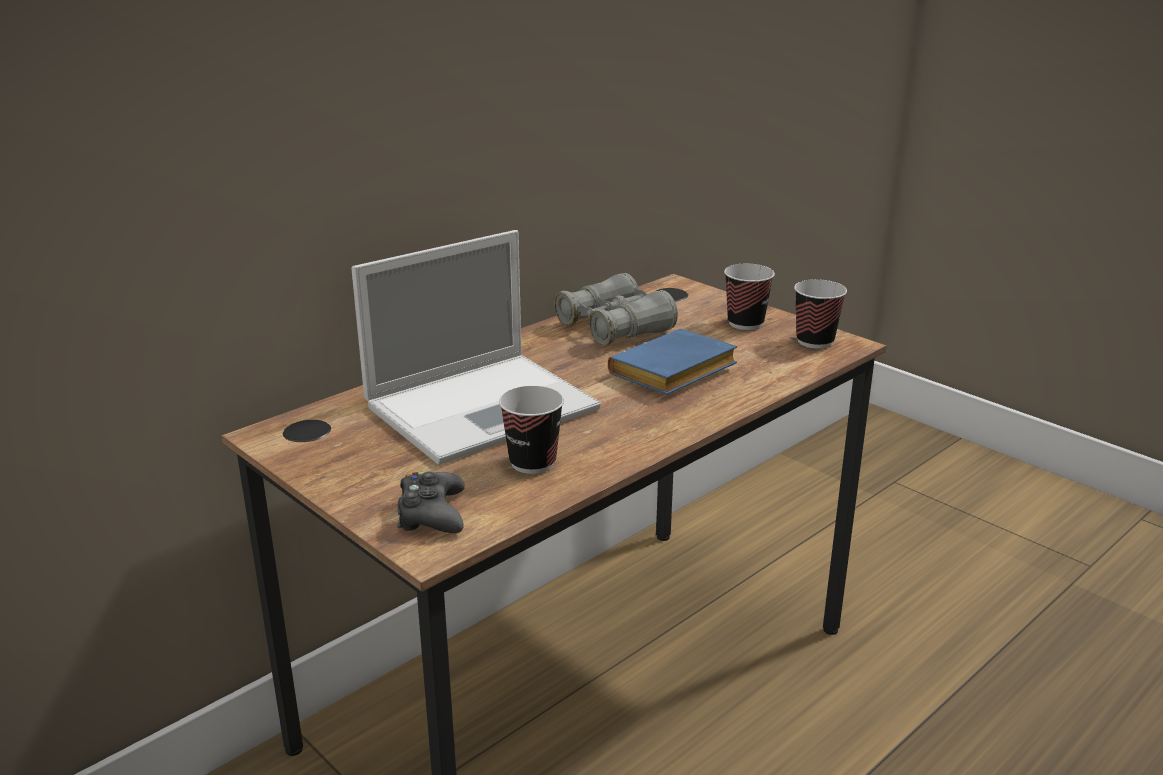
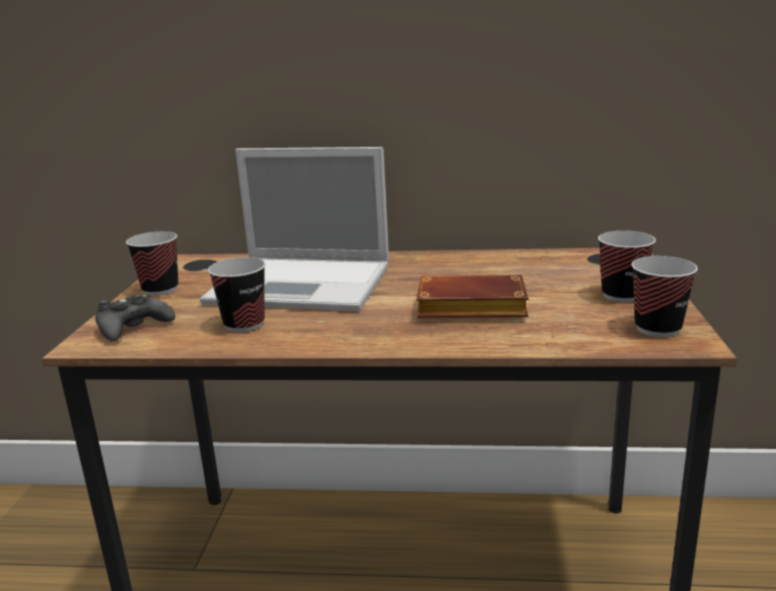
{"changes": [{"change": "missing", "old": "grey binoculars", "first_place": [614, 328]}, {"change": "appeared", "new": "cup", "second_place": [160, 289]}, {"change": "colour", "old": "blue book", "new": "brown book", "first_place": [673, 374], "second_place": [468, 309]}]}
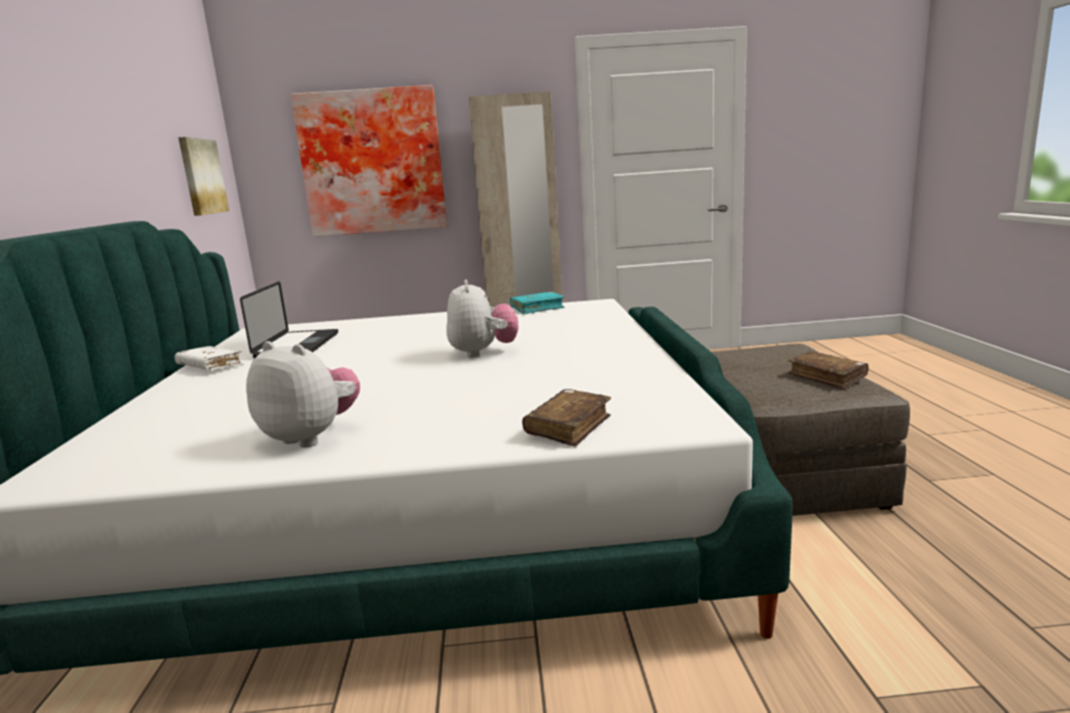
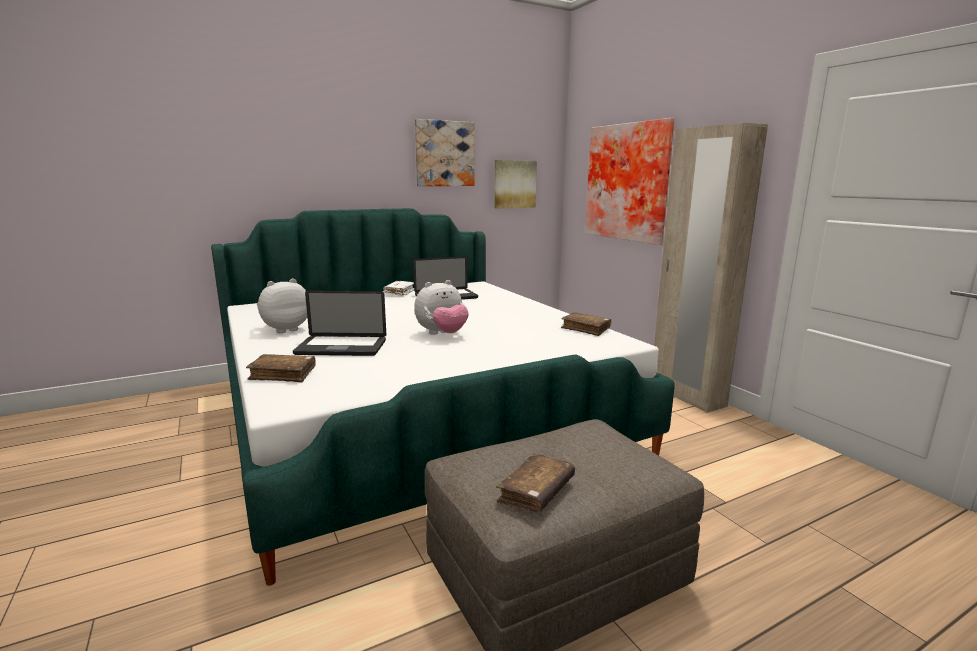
{"changes": [{"change": "appeared", "new": "laptop", "second_place": [341, 347]}, {"change": "appeared", "new": "picture", "second_place": [444, 154]}, {"change": "colour", "old": "turquoise book", "new": "brown book", "first_place": [537, 309], "second_place": [586, 329]}, {"change": "spun", "old": "plush toy", "first_place": [311, 437], "second_place": [284, 329], "degrees": -135}]}
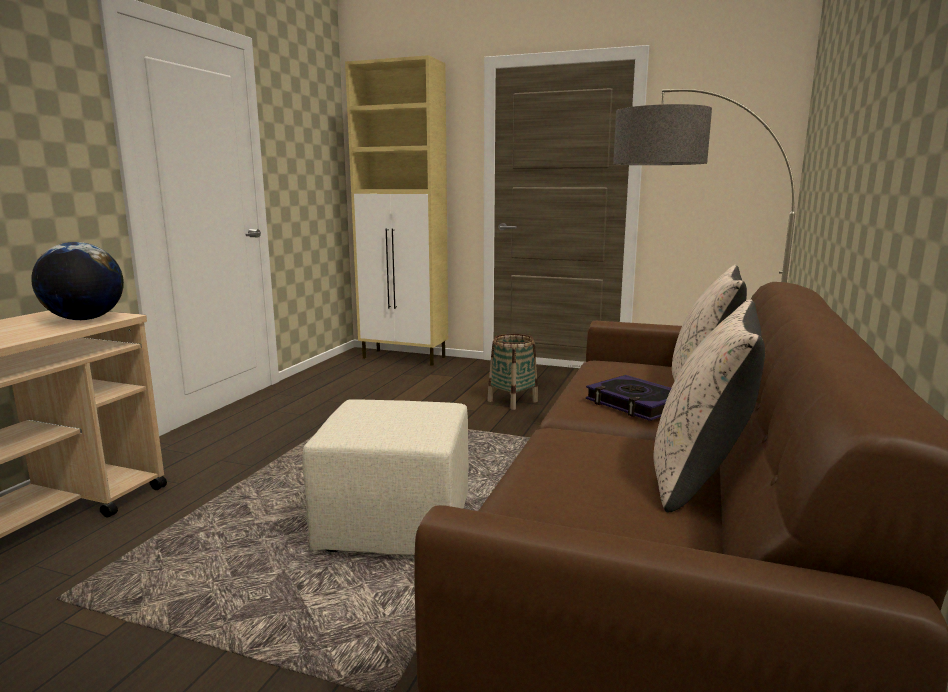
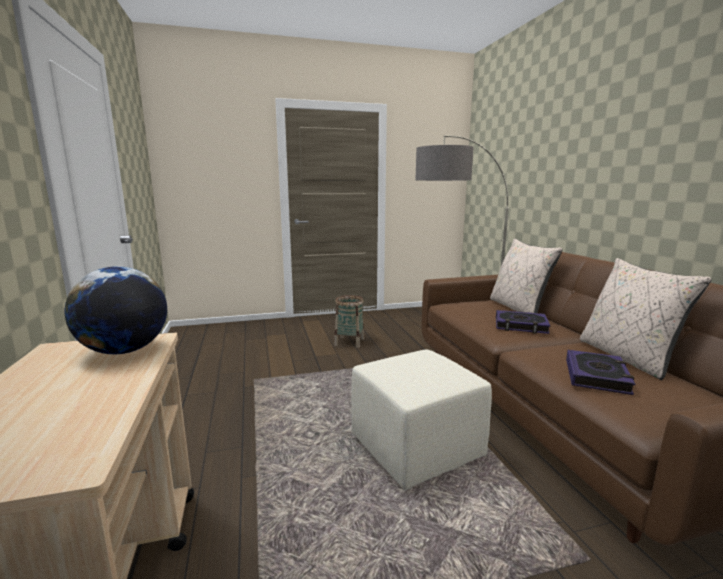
{"changes": [{"change": "missing", "old": "beige cabinet", "first_place": [405, 358]}, {"change": "appeared", "new": "book", "second_place": [597, 376]}]}
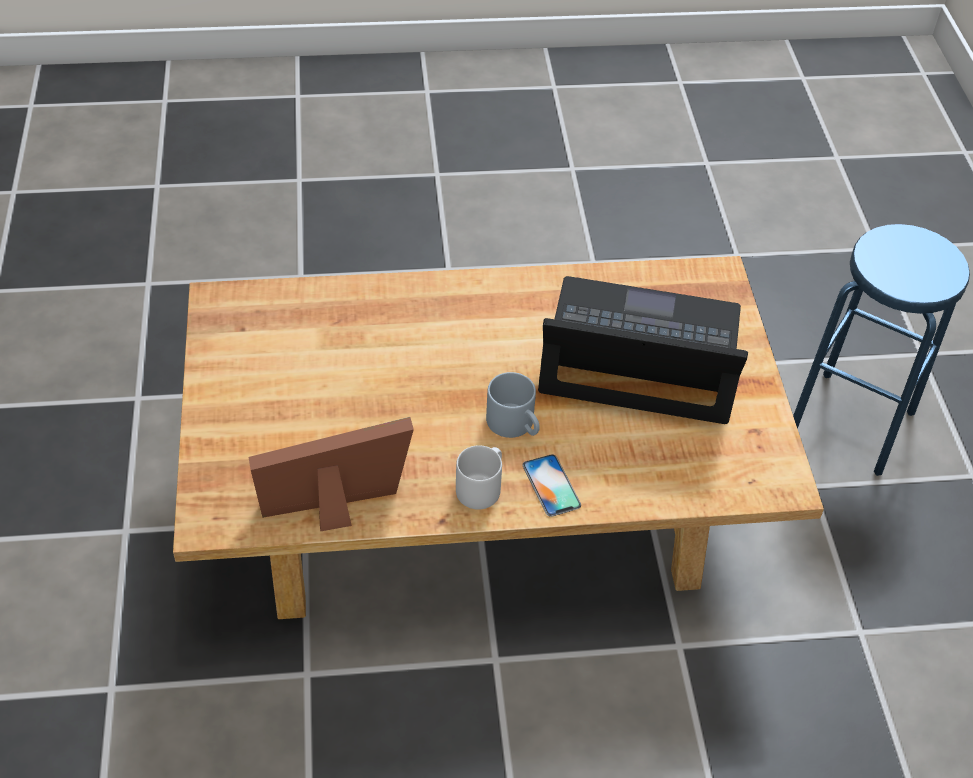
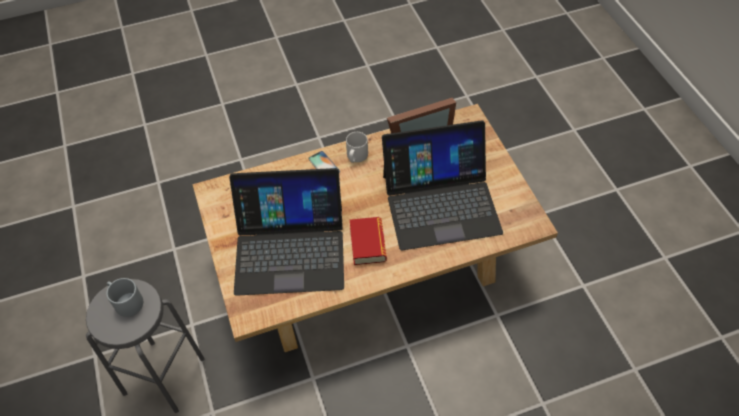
{"changes": [{"change": "appeared", "new": "book", "second_place": [368, 244]}, {"change": "appeared", "new": "laptop", "second_place": [440, 203]}, {"change": "relocated", "old": "grey mug", "first_place": [516, 424], "second_place": [125, 301]}, {"change": "colour", "old": "blue stool", "new": "grey stool", "first_place": [852, 422], "second_place": [163, 376]}]}
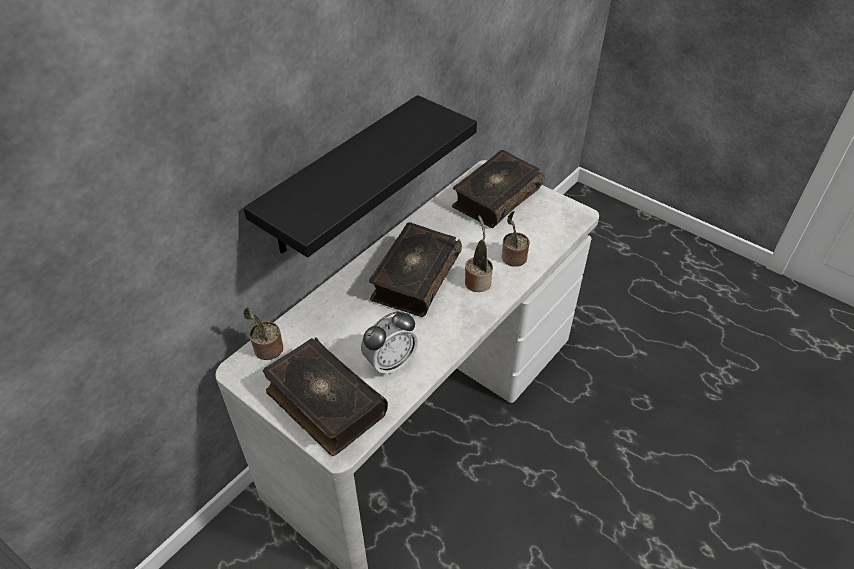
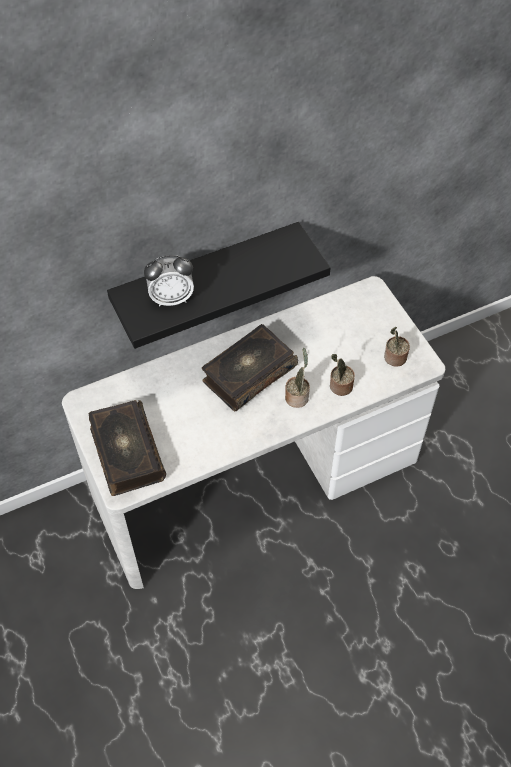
{"changes": [{"change": "missing", "old": "book", "first_place": [495, 197]}, {"change": "relocated", "old": "potted plant", "first_place": [267, 350], "second_place": [394, 358]}, {"change": "relocated", "old": "alarm clock", "first_place": [390, 363], "second_place": [171, 298]}]}
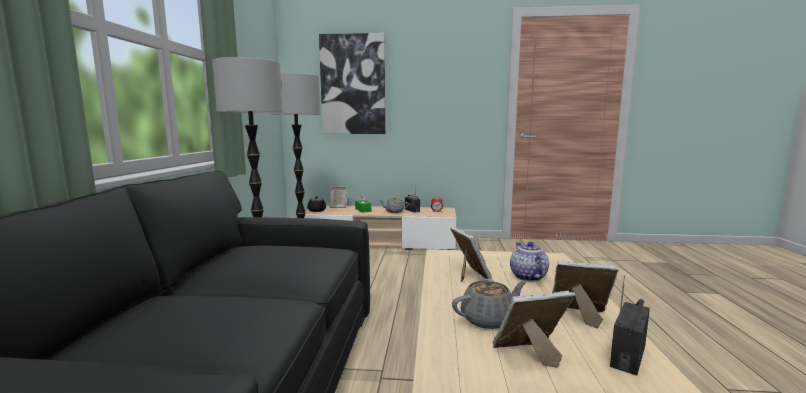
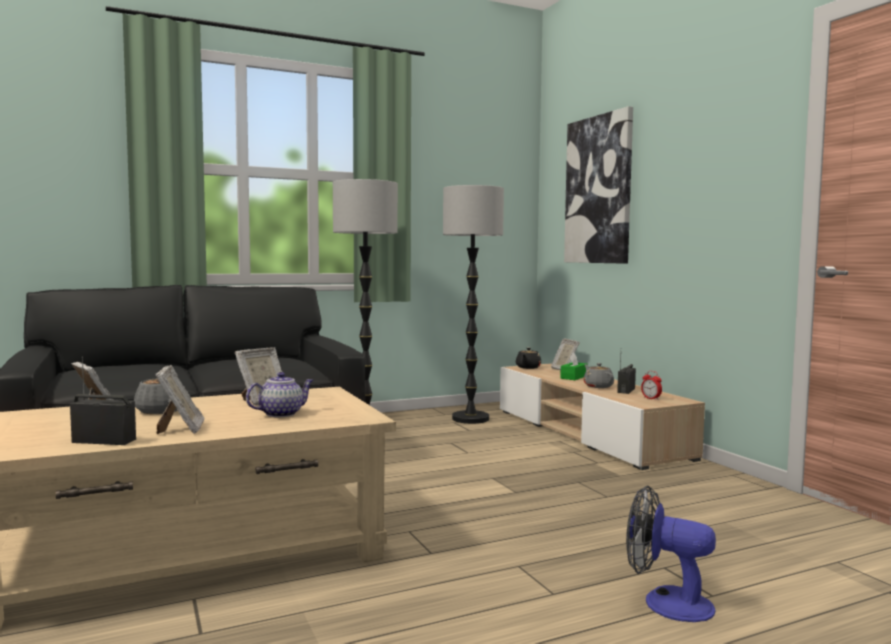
{"changes": [{"change": "appeared", "new": "fan", "second_place": [666, 602]}]}
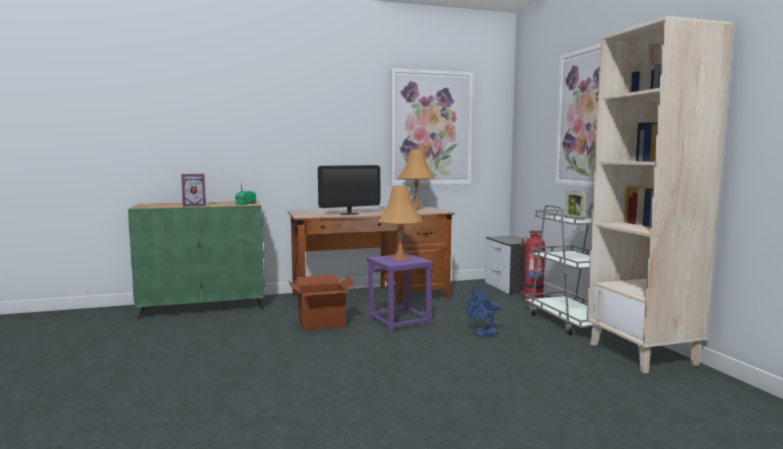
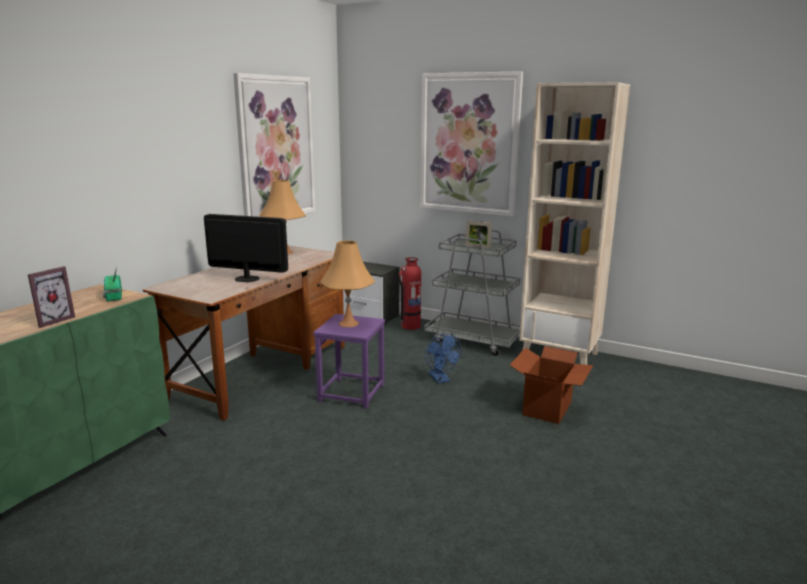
{"changes": [{"change": "relocated", "old": "cardboard box", "first_place": [322, 324], "second_place": [548, 408]}, {"change": "spun", "old": "monitor", "first_place": [349, 213], "second_place": [247, 279], "degrees": -90}, {"change": "spun", "old": "blue fan", "first_place": [481, 334], "second_place": [441, 379], "degrees": -45}]}
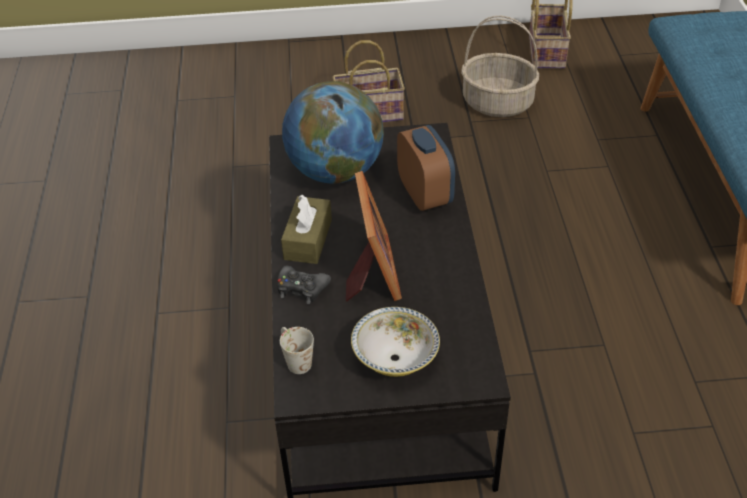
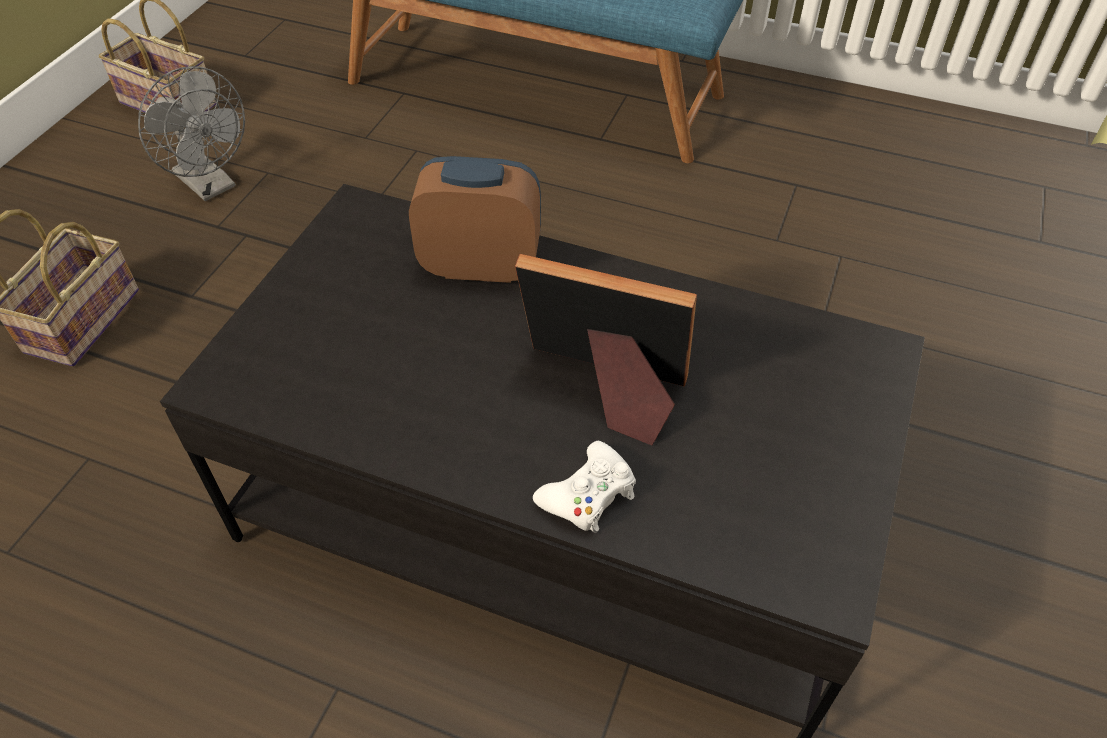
{"changes": [{"change": "missing", "old": "white mug", "first_place": [295, 359]}, {"change": "missing", "old": "brown tissue box", "first_place": [308, 239]}, {"change": "missing", "old": "globe", "first_place": [335, 171]}, {"change": "missing", "old": "bowl", "first_place": [395, 358]}, {"change": "exchanged", "old": "basket", "new": "grey fan", "first_place": [498, 103], "second_place": [211, 185]}, {"change": "colour", "old": "black game controller", "new": "white game controller", "first_place": [301, 288], "second_place": [588, 495]}]}
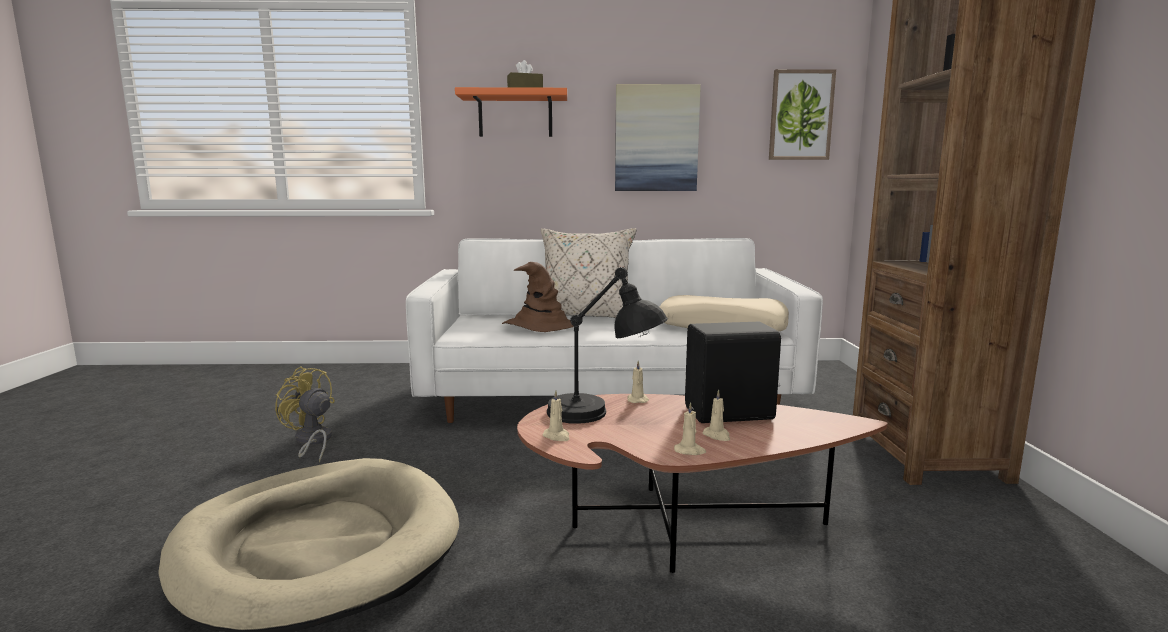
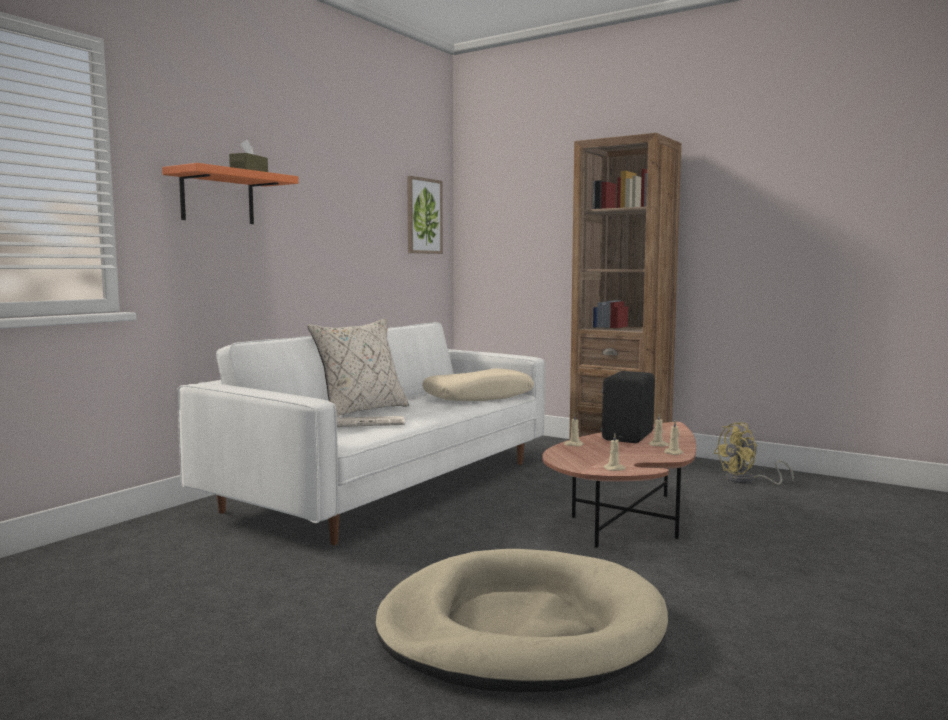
{"changes": [{"change": "missing", "old": "black table lamp", "first_place": [603, 416]}, {"change": "missing", "old": "picture", "first_place": [656, 138]}, {"change": "relocated", "old": "yellow fan", "first_place": [312, 442], "second_place": [747, 481]}, {"change": "exchanged", "old": "brown hat", "new": "newspaper", "first_place": [538, 326], "second_place": [370, 423]}]}
